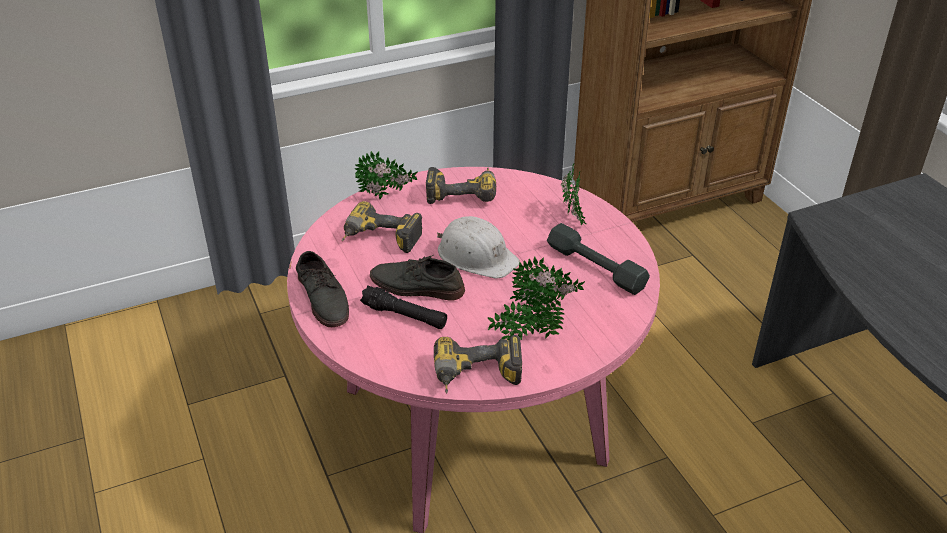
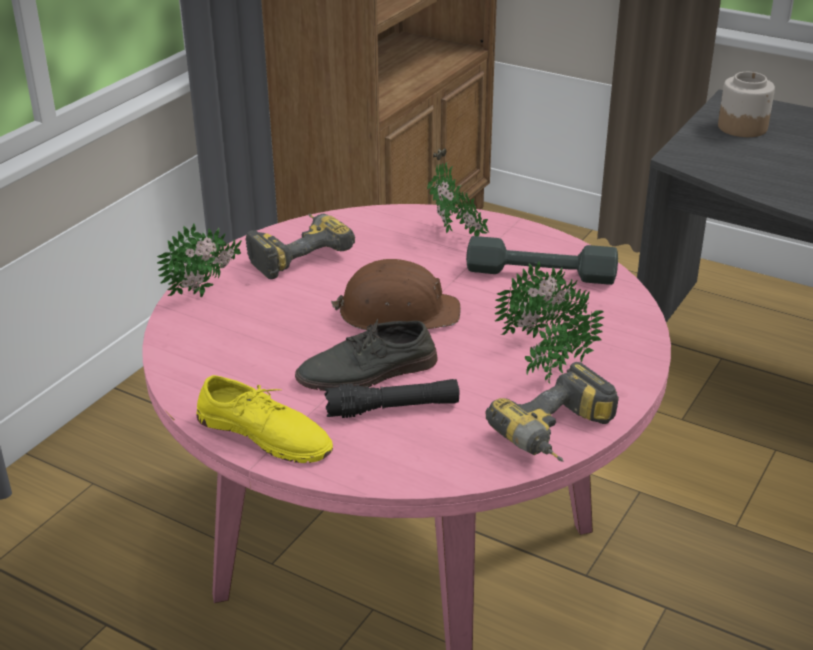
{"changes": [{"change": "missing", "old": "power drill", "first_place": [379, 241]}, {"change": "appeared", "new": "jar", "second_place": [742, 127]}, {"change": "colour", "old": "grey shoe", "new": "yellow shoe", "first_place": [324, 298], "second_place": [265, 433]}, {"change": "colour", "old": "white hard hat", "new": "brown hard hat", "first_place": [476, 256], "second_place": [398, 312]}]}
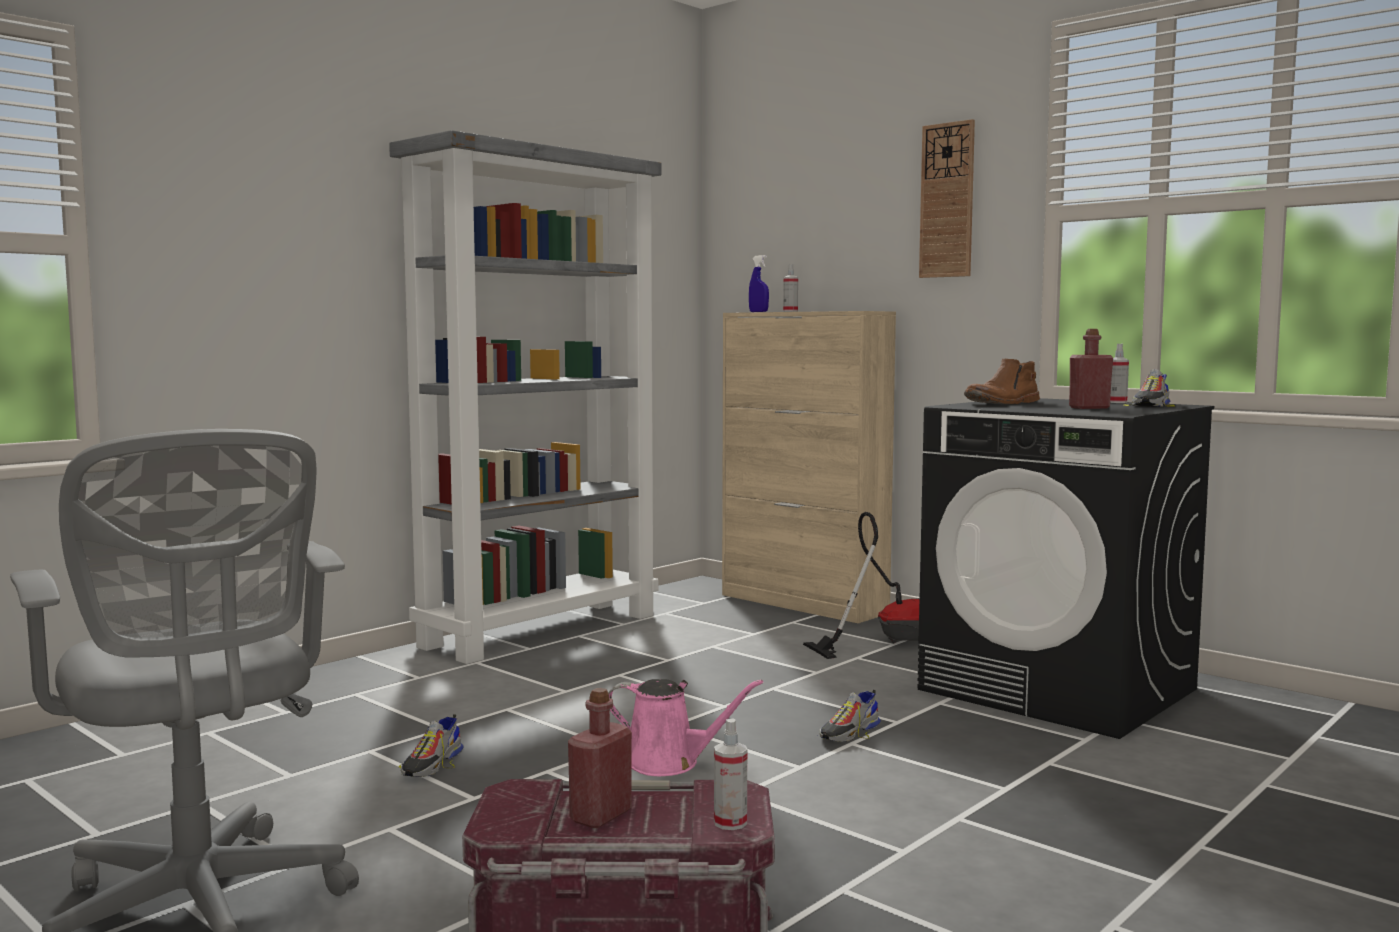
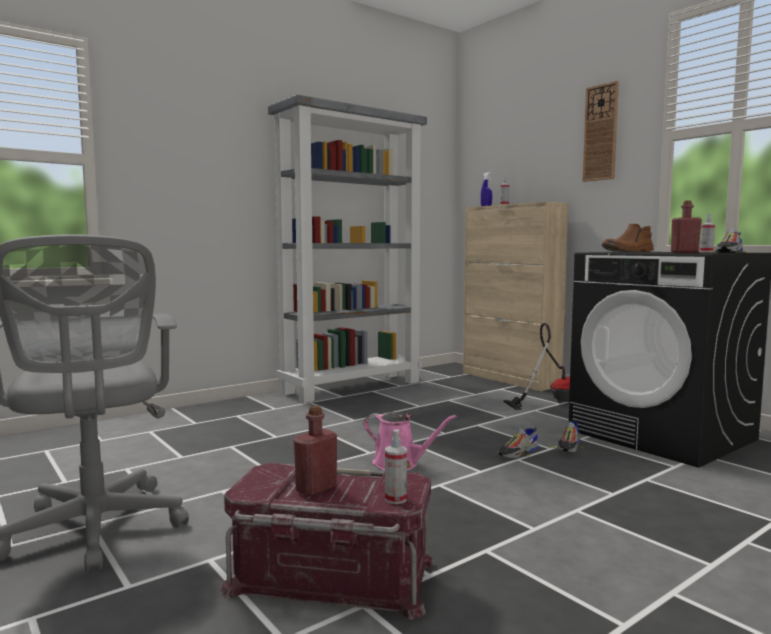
{"changes": [{"change": "relocated", "old": "shoe", "first_place": [432, 764], "second_place": [569, 446]}]}
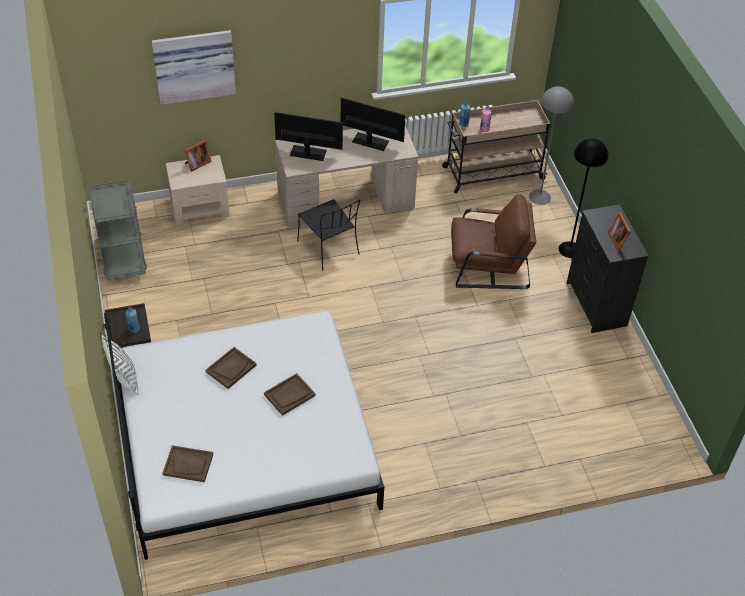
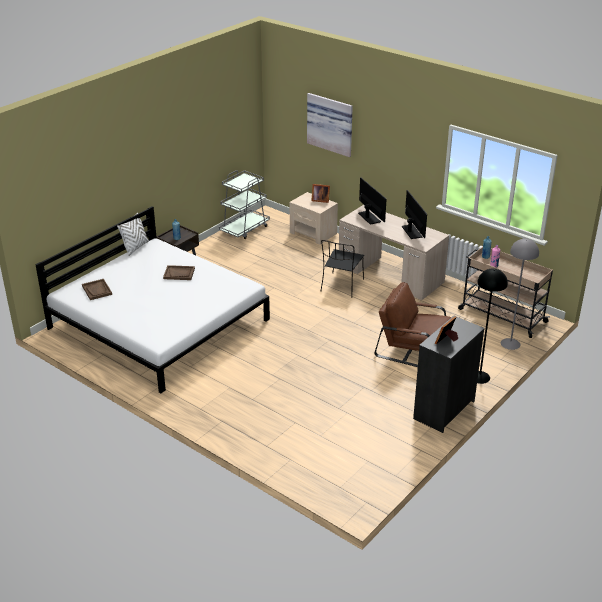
{"changes": [{"change": "missing", "old": "brown tray", "first_place": [289, 395]}, {"change": "spun", "old": "brown armchair", "first_place": [488, 265], "second_place": [413, 349], "degrees": 150}]}
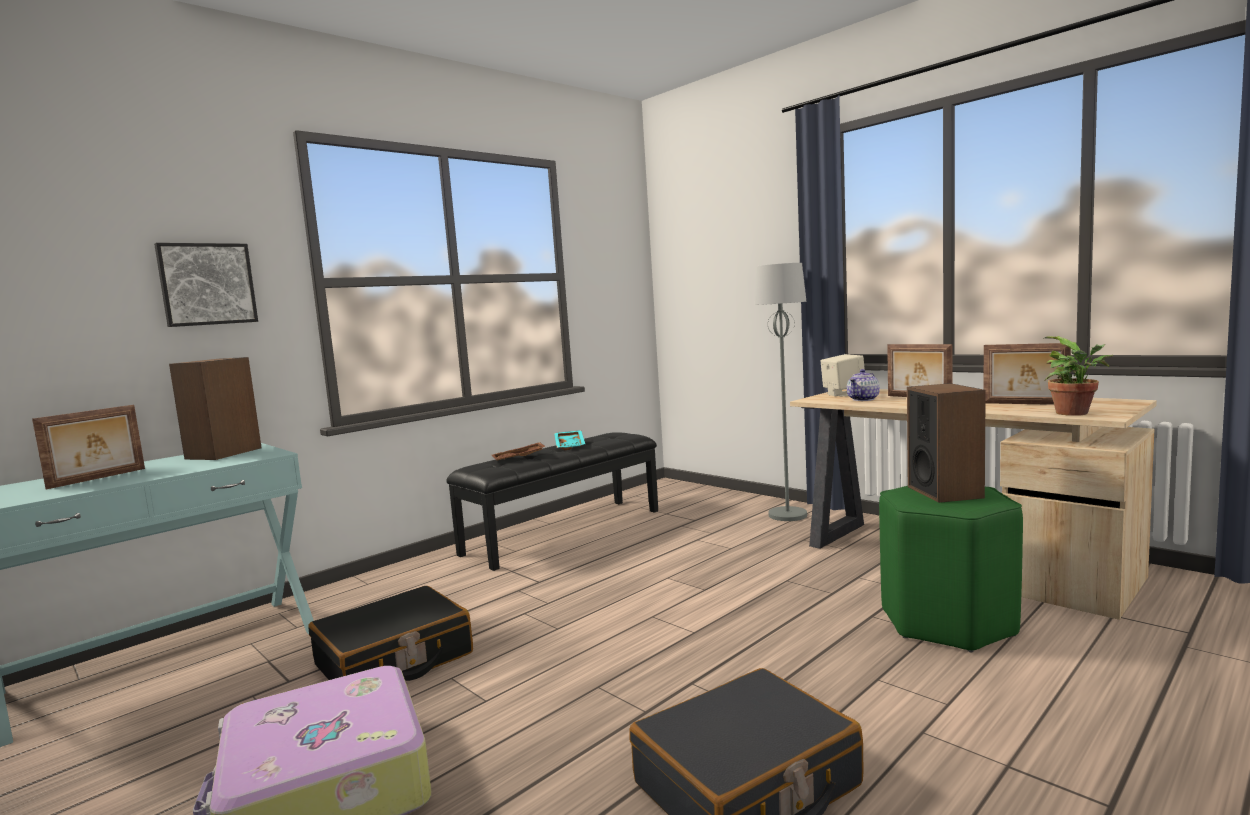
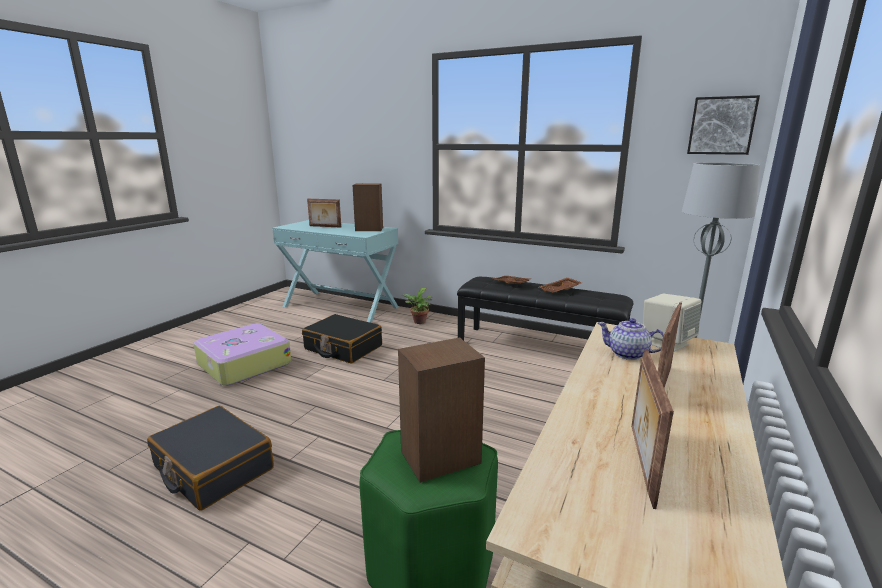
{"changes": [{"change": "relocated", "old": "picture", "first_place": [207, 284], "second_place": [721, 125]}, {"change": "relocated", "old": "potted plant", "first_place": [1076, 413], "second_place": [418, 322]}, {"change": "colour", "old": "turquoise tray", "new": "brown tray", "first_place": [571, 445], "second_place": [560, 290]}]}
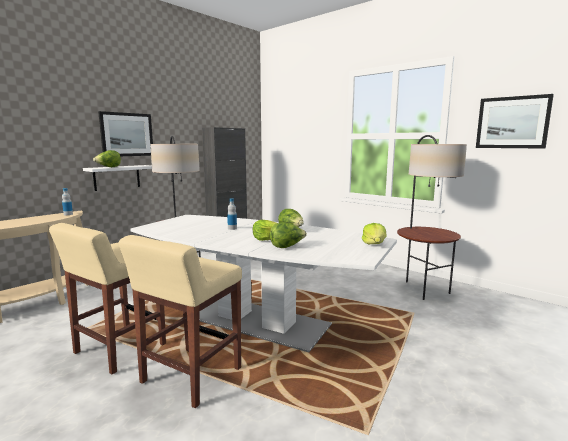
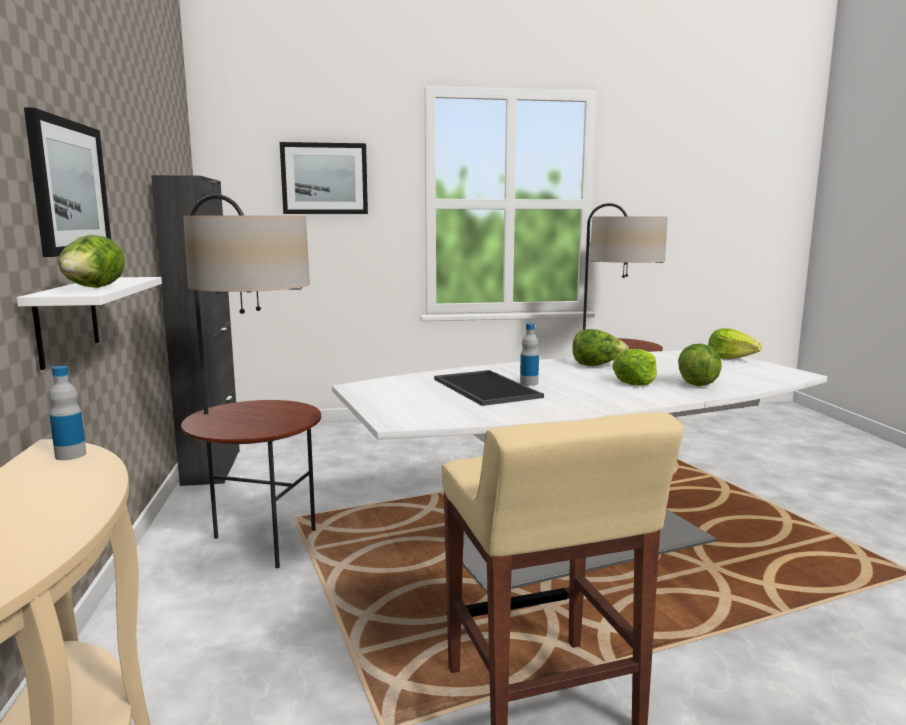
{"changes": [{"change": "missing", "old": "beige stool", "first_place": [190, 376]}, {"change": "appeared", "new": "tray", "second_place": [483, 388]}, {"change": "relocated", "old": "picture", "first_place": [512, 122], "second_place": [324, 179]}]}
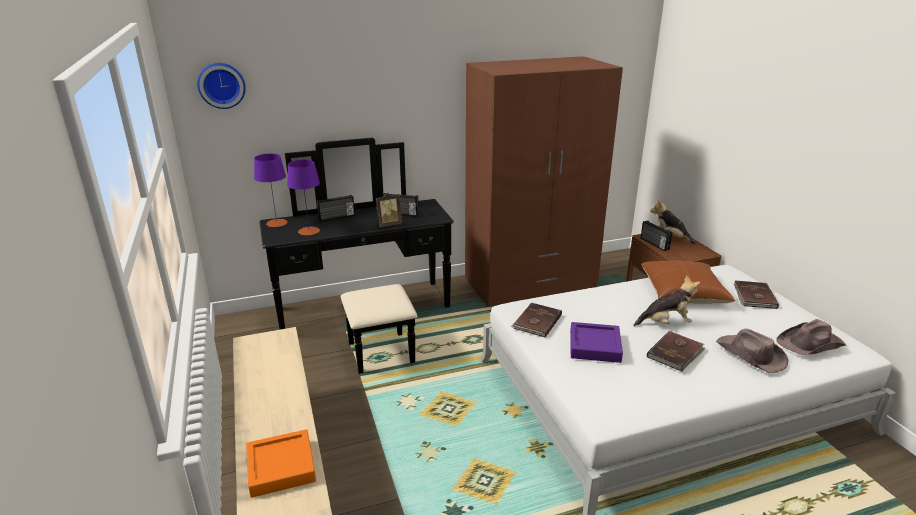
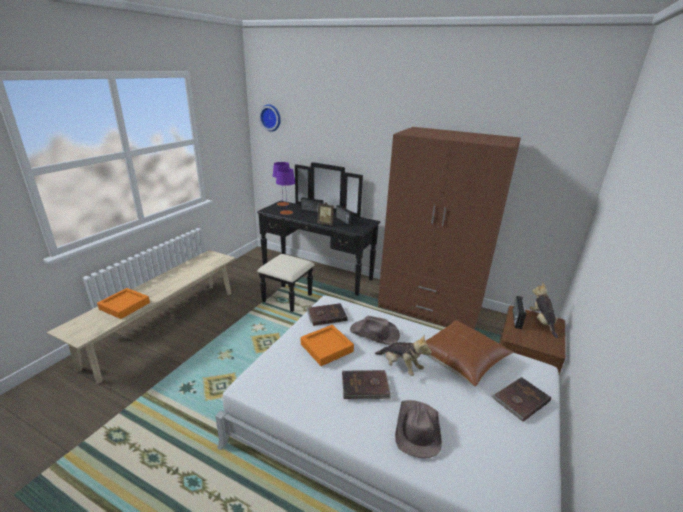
{"changes": [{"change": "relocated", "old": "brown hat", "first_place": [811, 343], "second_place": [375, 334]}, {"change": "colour", "old": "purple tray", "new": "orange tray", "first_place": [594, 346], "second_place": [326, 348]}]}
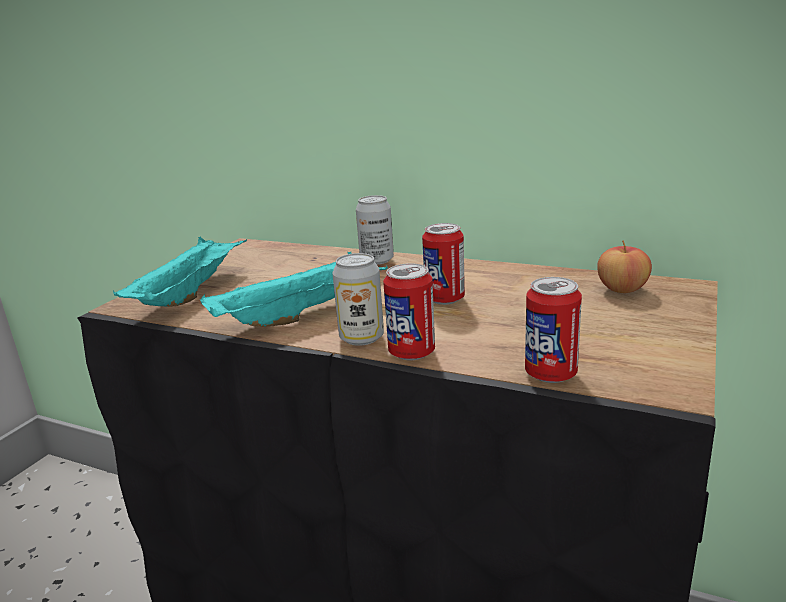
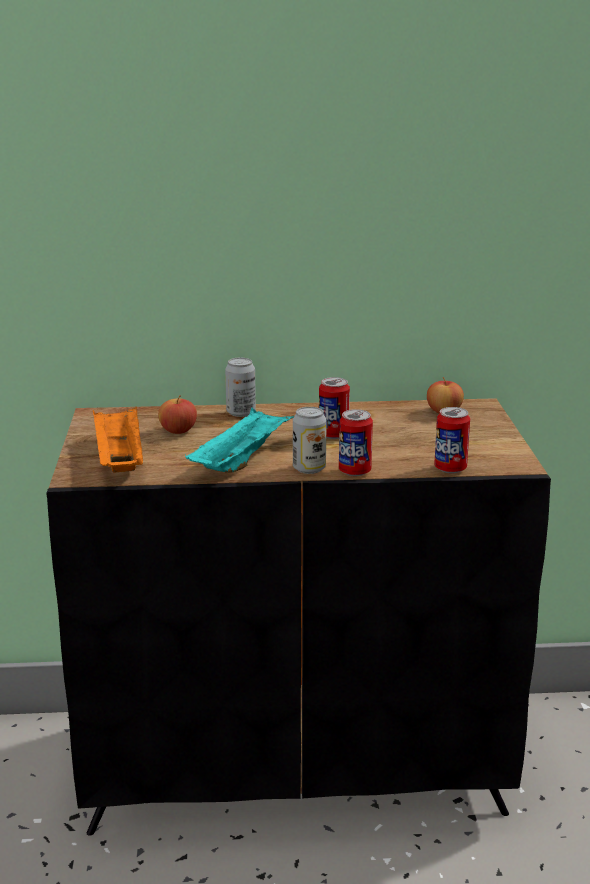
{"changes": [{"change": "appeared", "new": "apple", "second_place": [178, 431]}, {"change": "colour", "old": "turquoise tray", "new": "orange tray", "first_place": [190, 293], "second_place": [119, 460]}]}
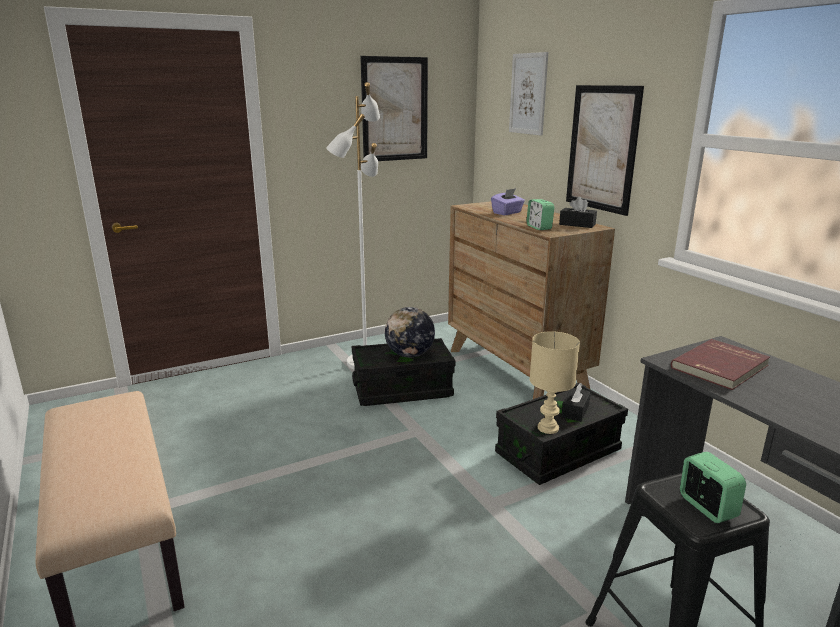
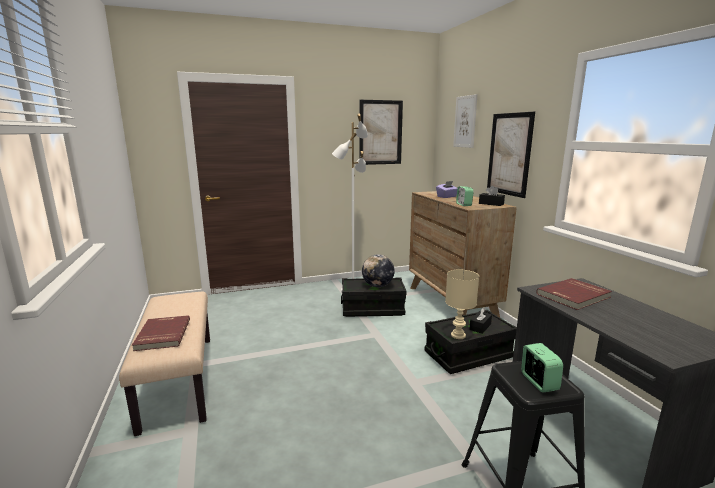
{"changes": [{"change": "appeared", "new": "red book", "second_place": [162, 335]}]}
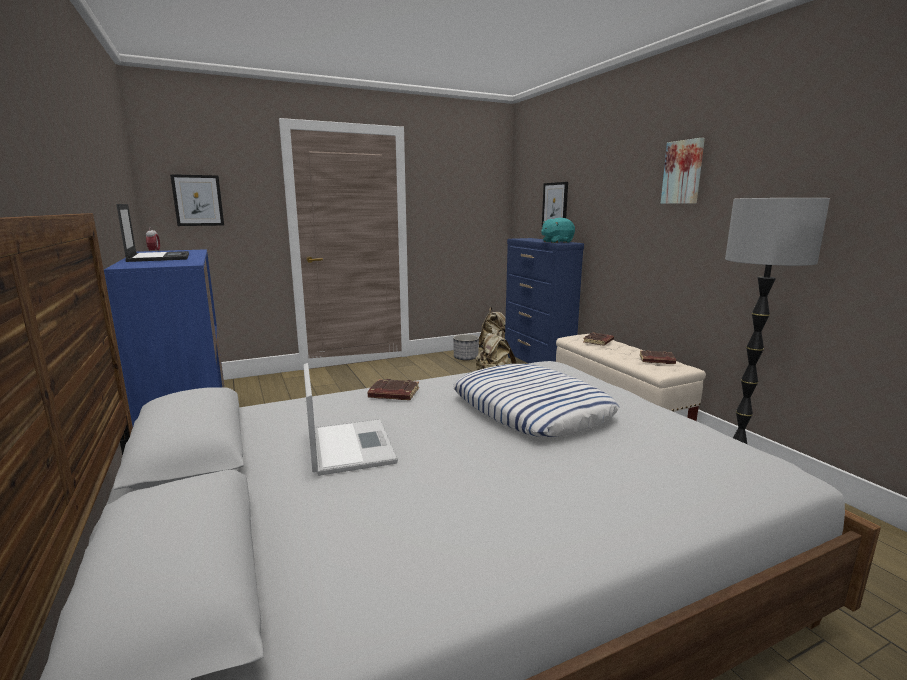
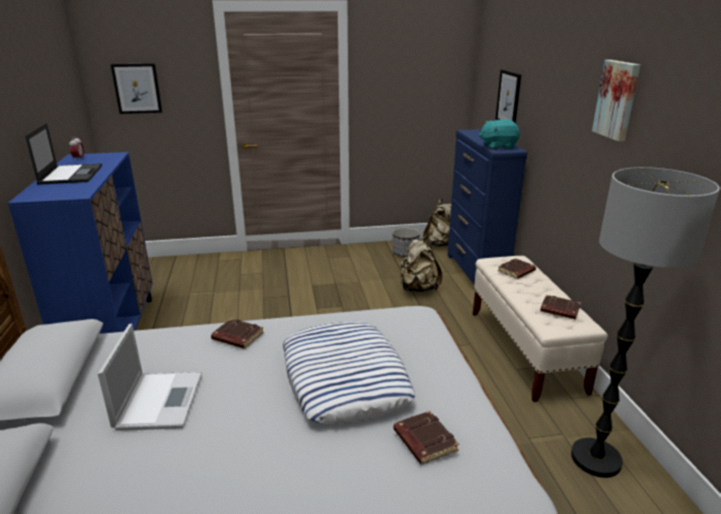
{"changes": [{"change": "appeared", "new": "brown book", "second_place": [424, 441]}]}
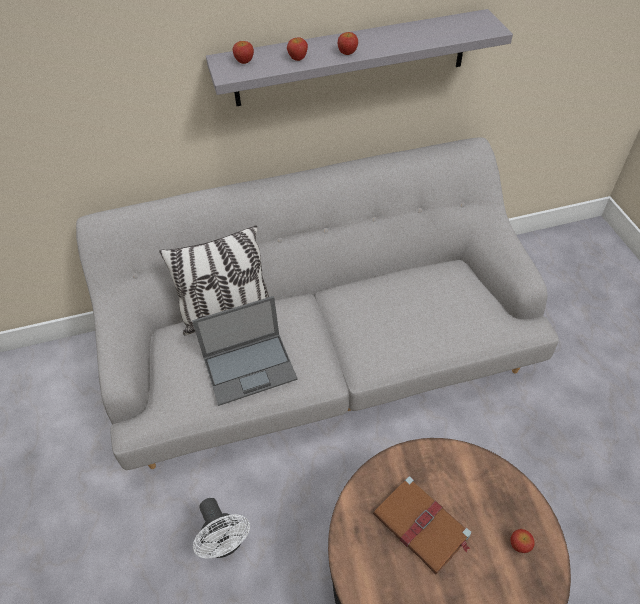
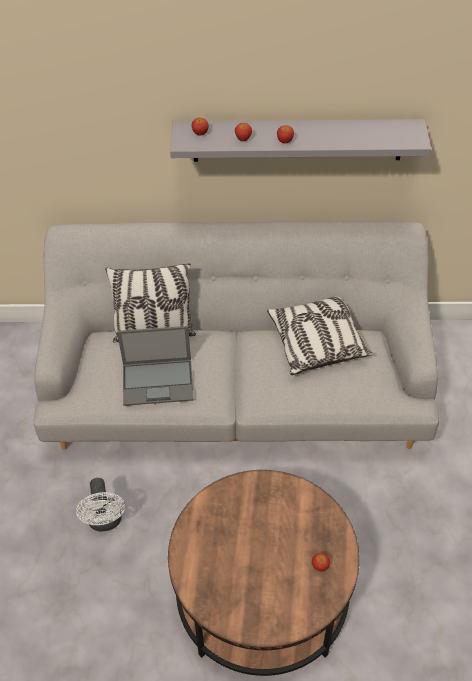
{"changes": [{"change": "missing", "old": "brown book", "first_place": [422, 526]}, {"change": "appeared", "new": "pillow", "second_place": [316, 343]}]}
